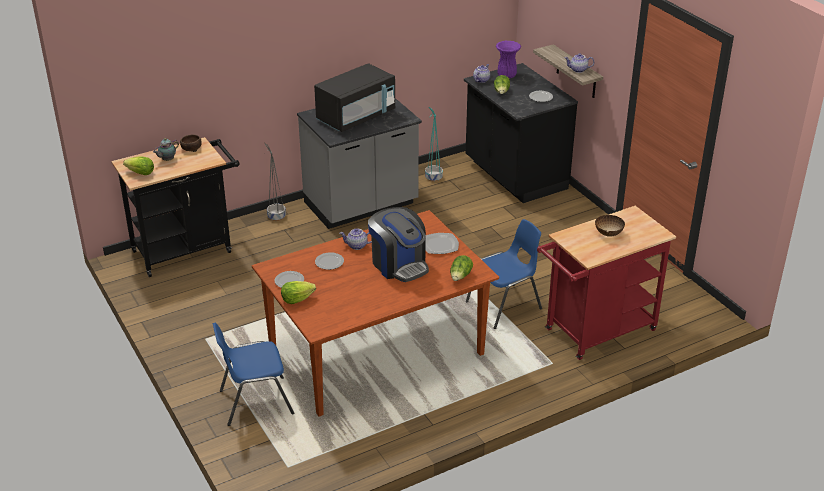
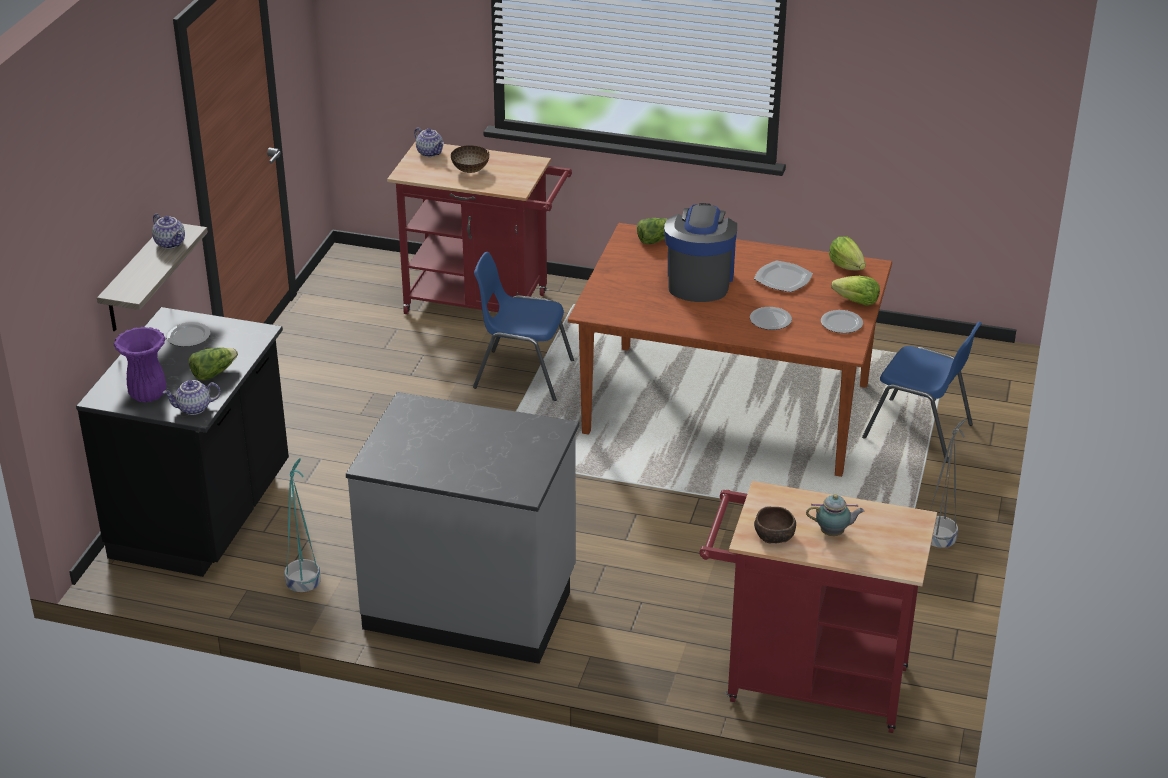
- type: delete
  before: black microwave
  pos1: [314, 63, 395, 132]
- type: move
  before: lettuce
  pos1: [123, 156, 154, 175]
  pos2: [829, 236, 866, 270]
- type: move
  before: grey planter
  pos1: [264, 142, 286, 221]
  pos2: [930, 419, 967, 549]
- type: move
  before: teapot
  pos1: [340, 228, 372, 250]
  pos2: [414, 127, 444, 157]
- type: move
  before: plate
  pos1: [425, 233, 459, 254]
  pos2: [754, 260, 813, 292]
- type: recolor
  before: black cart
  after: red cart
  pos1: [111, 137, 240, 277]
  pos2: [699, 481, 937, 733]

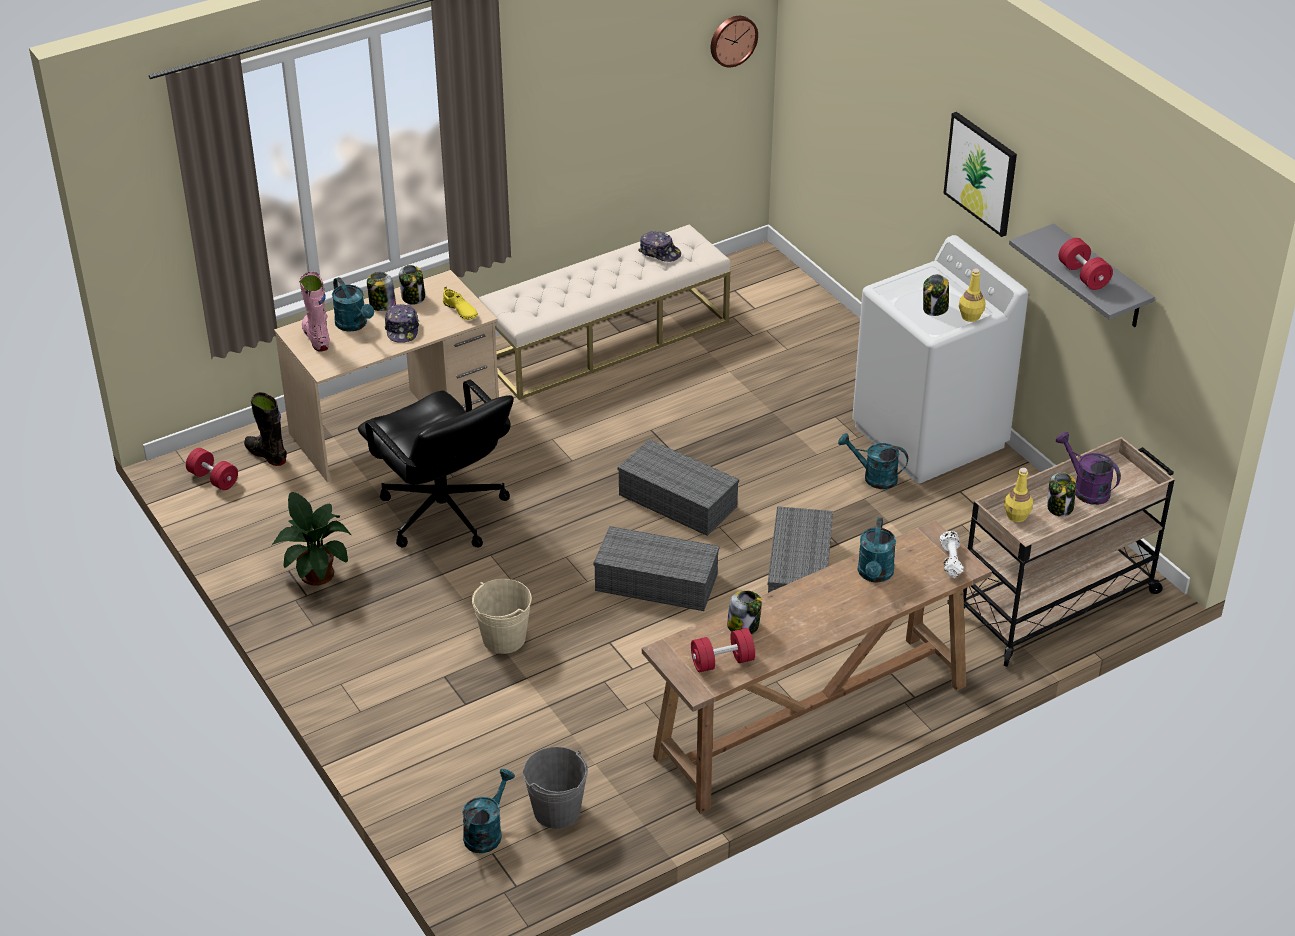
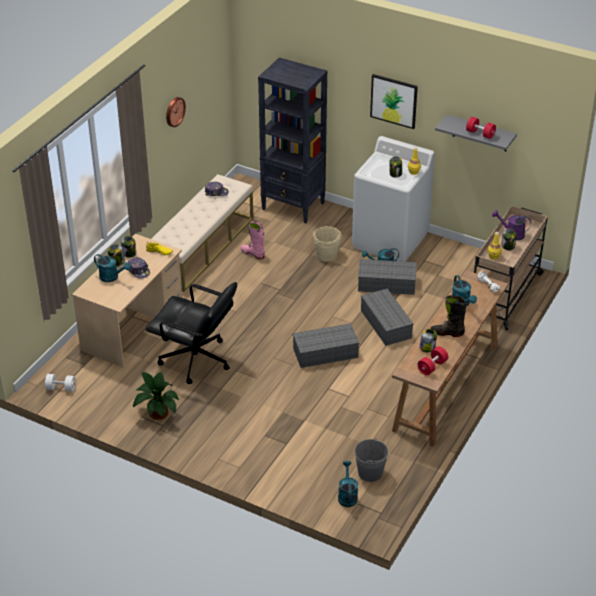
- type: insert
  after: black bookcase
  pos2: [258, 57, 327, 223]
- type: move
  before: black boot
  pos1: [244, 392, 287, 466]
  pos2: [430, 295, 466, 337]
- type: move
  before: pink boot
  pos1: [299, 272, 330, 352]
  pos2: [241, 221, 265, 259]
- type: move
  before: beige bucket
  pos1: [472, 579, 532, 654]
  pos2: [313, 226, 342, 262]
- type: move
  before: grey storage box
  pos1: [618, 439, 739, 536]
  pos2: [358, 259, 417, 295]
- type: move
  before: wall clock
  pos1: [711, 16, 758, 68]
  pos2: [166, 97, 186, 127]
- type: recolor
  before: red dumbbell
  after: white dumbbell
  pos1: [186, 448, 238, 490]
  pos2: [45, 374, 76, 392]

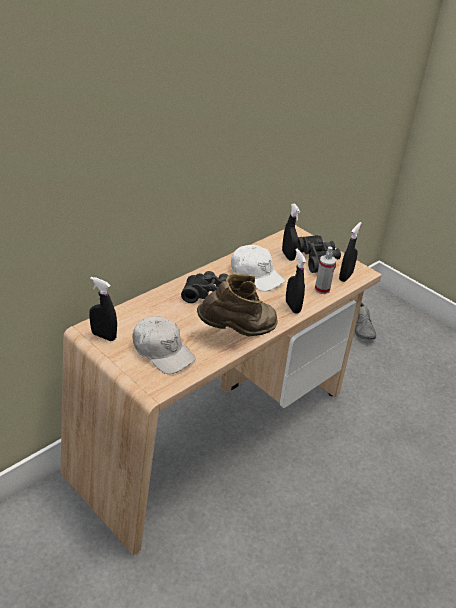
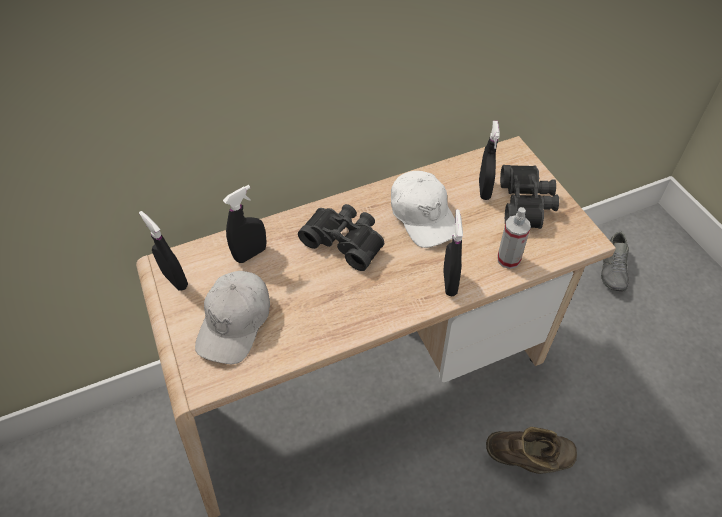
- type: move
  before: brown boot
  pos1: [197, 274, 278, 337]
  pos2: [486, 427, 577, 474]
- type: move
  before: black spray bottle
  pos1: [339, 222, 362, 282]
  pos2: [223, 185, 266, 263]
- type: rotate
  before: white cap
  pos1: [133, 316, 196, 374]
  pos2: [195, 271, 270, 364]
  turn: 45

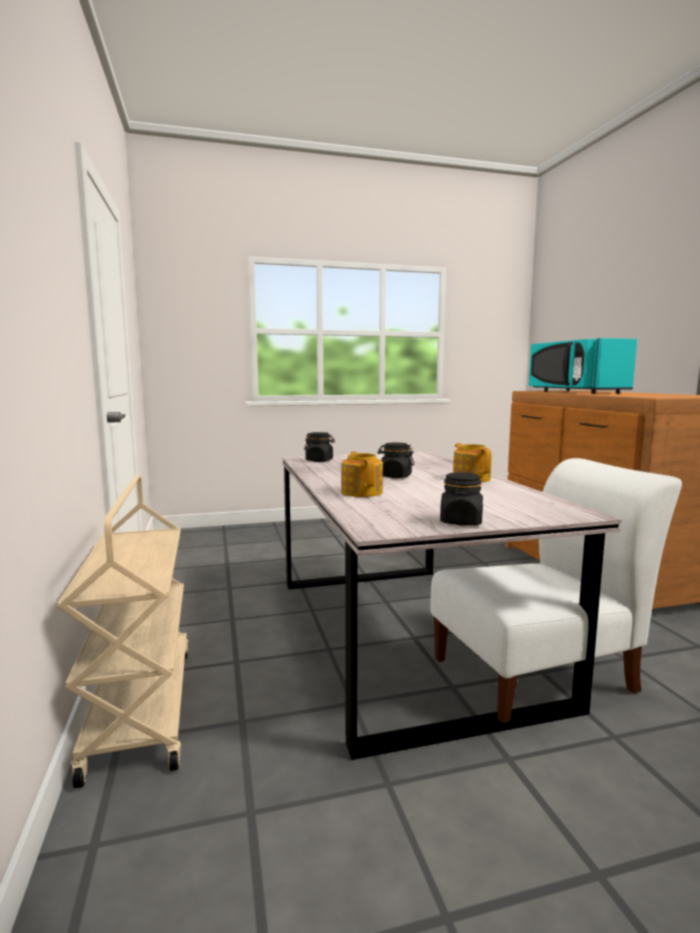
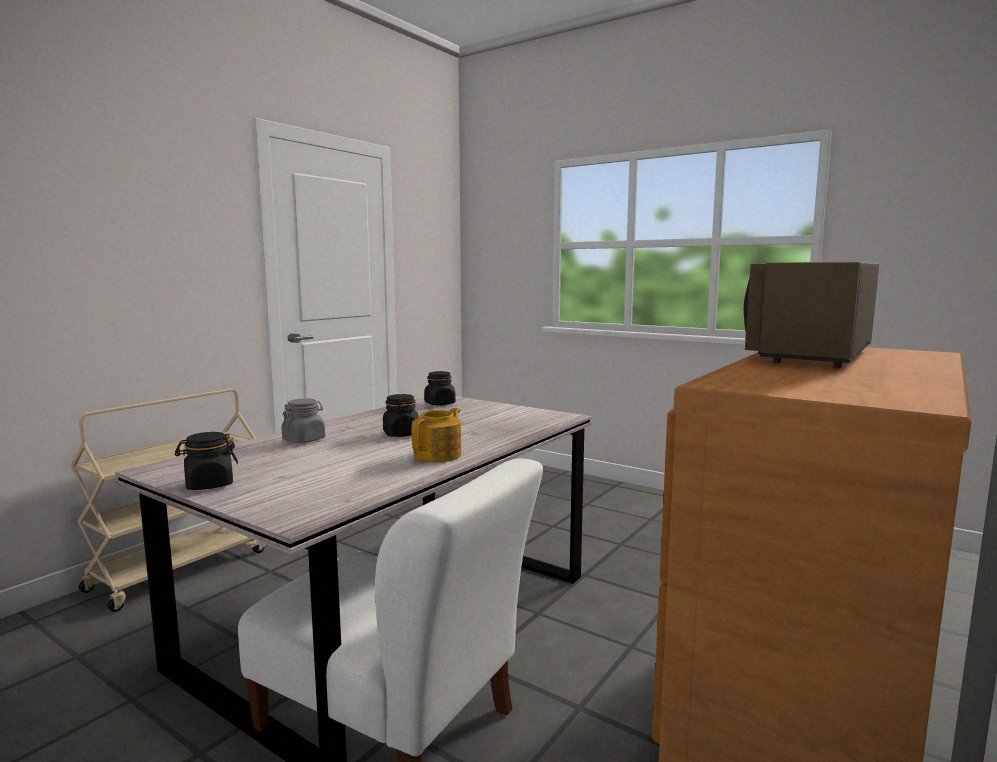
- type: replace
  before: teapot
  after: grey jar
  pos1: [341, 452, 383, 497]
  pos2: [281, 398, 325, 443]
- type: recolor
  before: turquoise microwave
  after: brown microwave
  pos1: [529, 338, 637, 394]
  pos2: [744, 262, 879, 368]

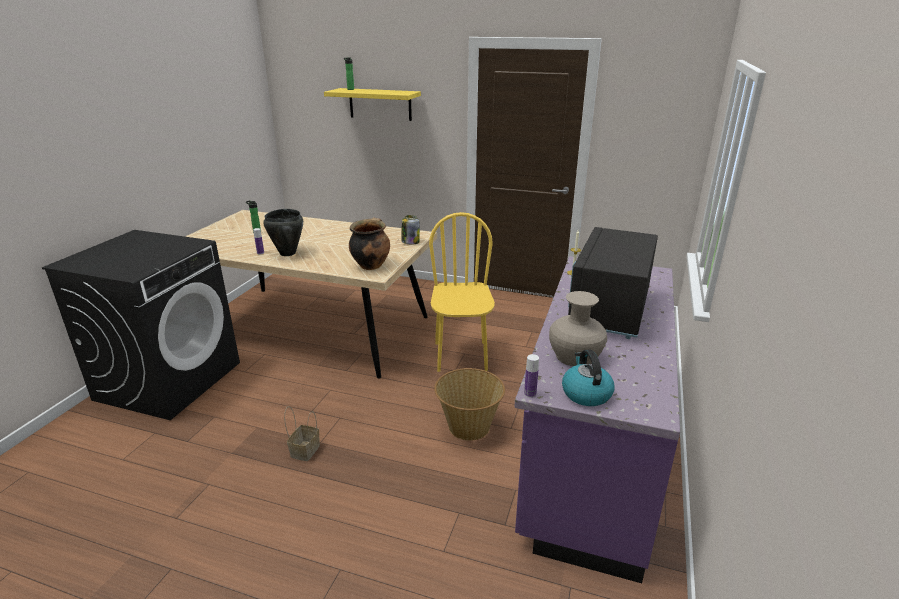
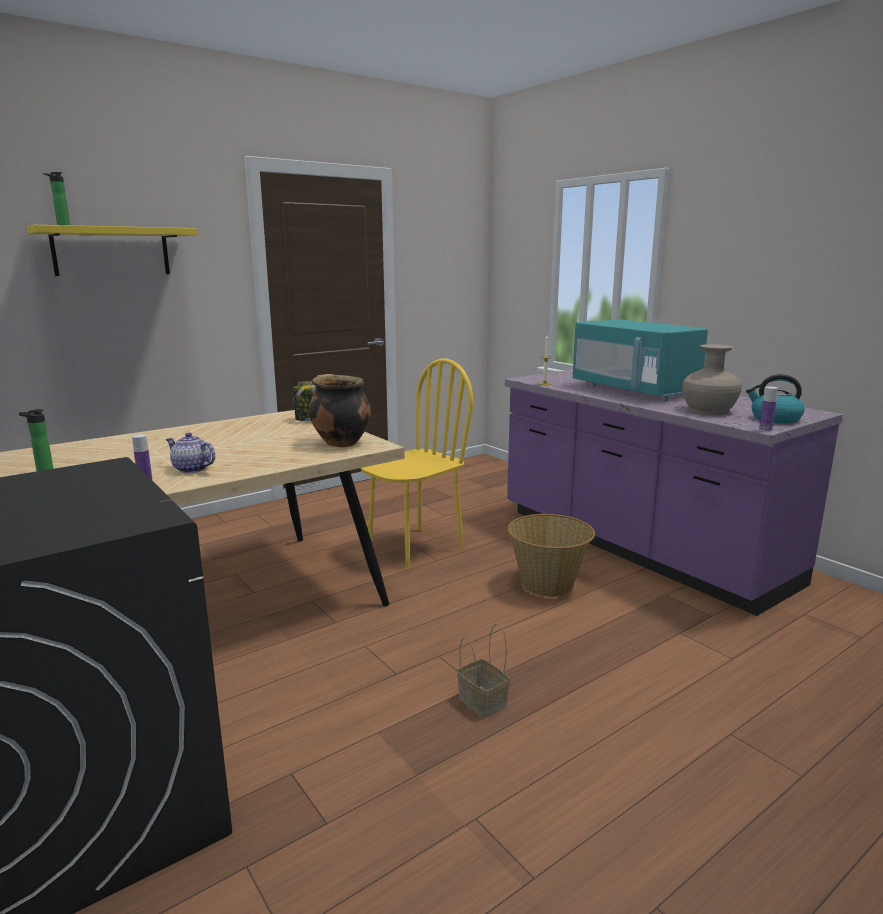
- type: replace
  before: black cooking pot
  after: teapot
  pos1: [263, 209, 303, 256]
  pos2: [166, 433, 215, 473]
- type: recolor
  before: black microwave
  after: turquoise microwave
  pos1: [568, 227, 658, 339]
  pos2: [573, 319, 708, 401]
- type: rotate
  before: yellow chair
  pos1: [429, 212, 495, 372]
  pos2: [361, 358, 473, 569]
  turn: 105

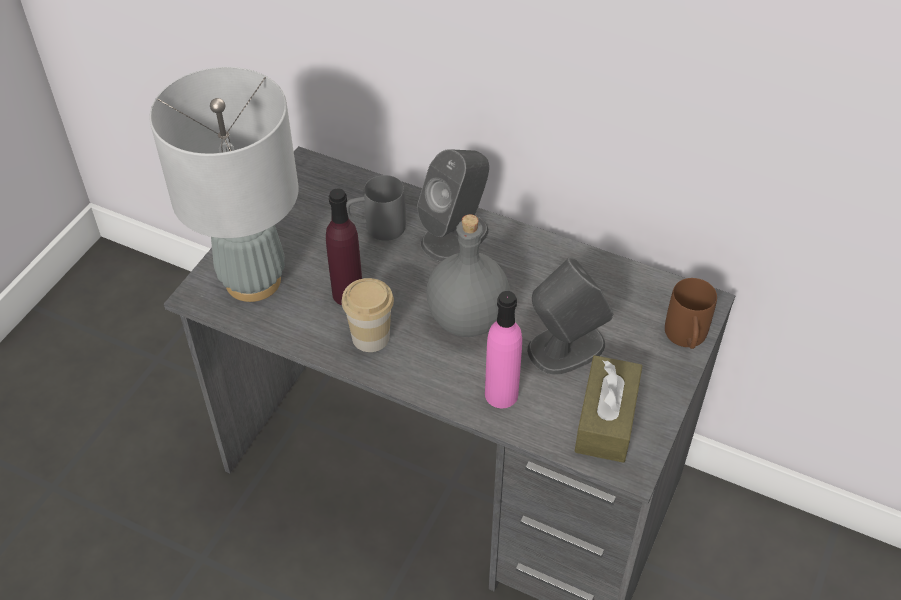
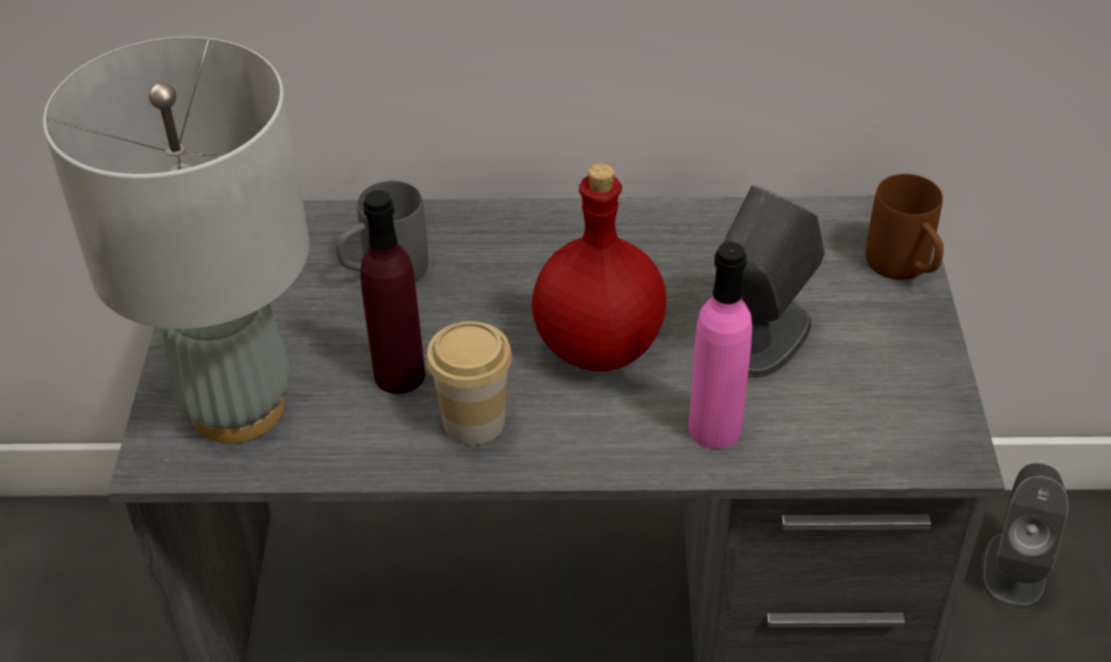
- type: delete
  before: brown tissue box
  pos1: [575, 355, 643, 463]
- type: move
  before: grey speaker
  pos1: [417, 149, 489, 262]
  pos2: [981, 463, 1068, 610]
- type: recolor
  before: grey bottle
  after: red bottle
  pos1: [426, 214, 510, 337]
  pos2: [532, 163, 667, 371]

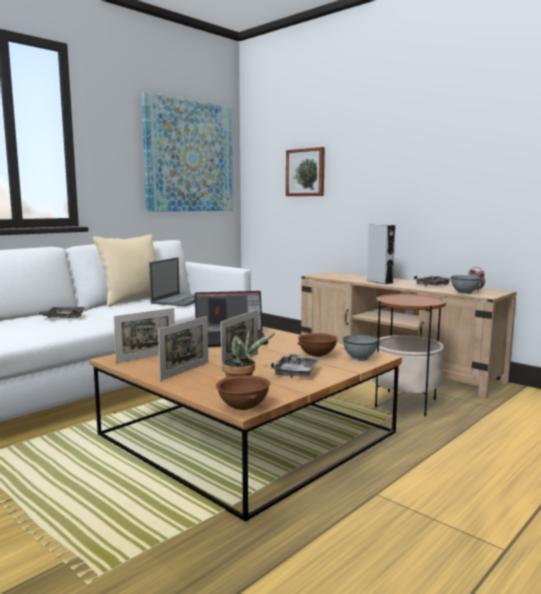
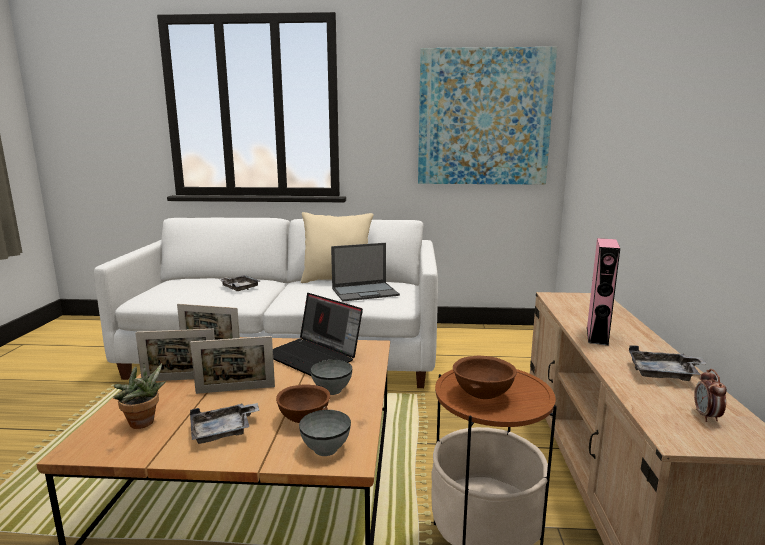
- type: delete
  before: picture
  pos1: [286, 147, 325, 196]
- type: move
  before: brown bowl
  pos1: [216, 375, 270, 410]
  pos2: [453, 356, 517, 399]
- type: move
  before: grey bowl
  pos1: [451, 275, 481, 294]
  pos2: [311, 360, 352, 395]
- type: recolor
  before: grey speaker
  after: pink speaker
  pos1: [367, 224, 395, 284]
  pos2: [587, 238, 620, 346]

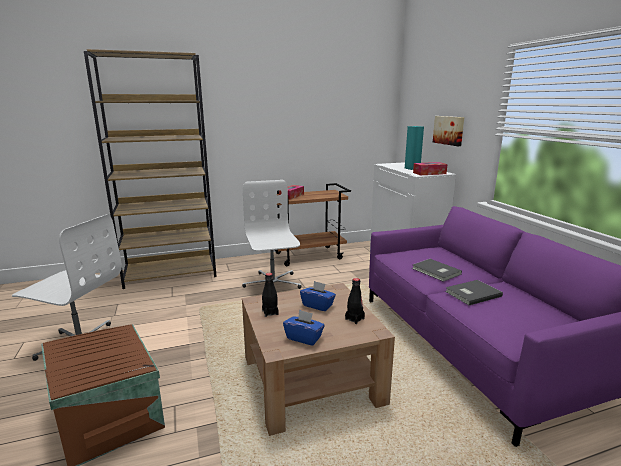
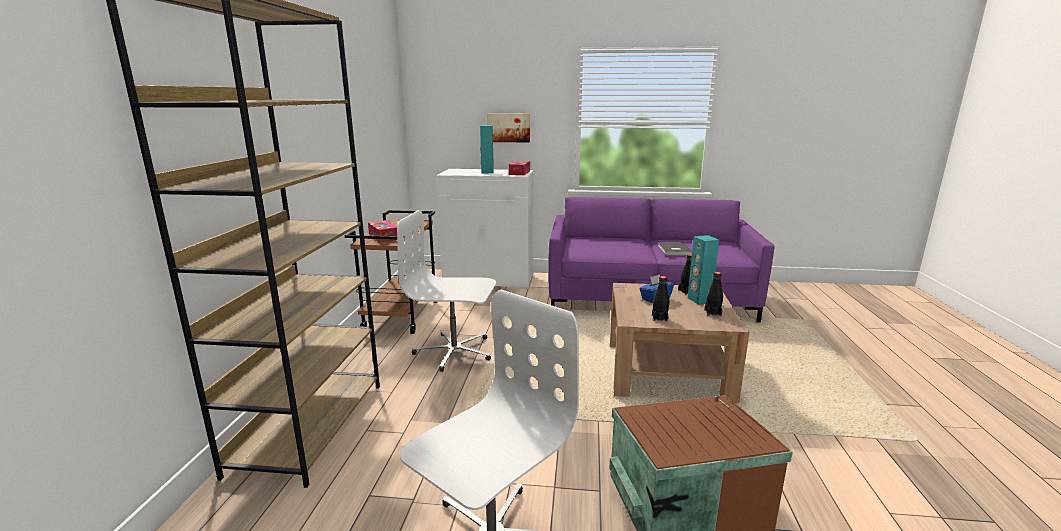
- type: delete
  before: grey book
  pos1: [412, 259, 462, 282]
- type: insert
  after: turquoise speaker
  pos2: [688, 235, 719, 305]
- type: replace
  before: blue tissue box
  after: black bottle
  pos1: [283, 310, 325, 346]
  pos2: [704, 272, 723, 316]

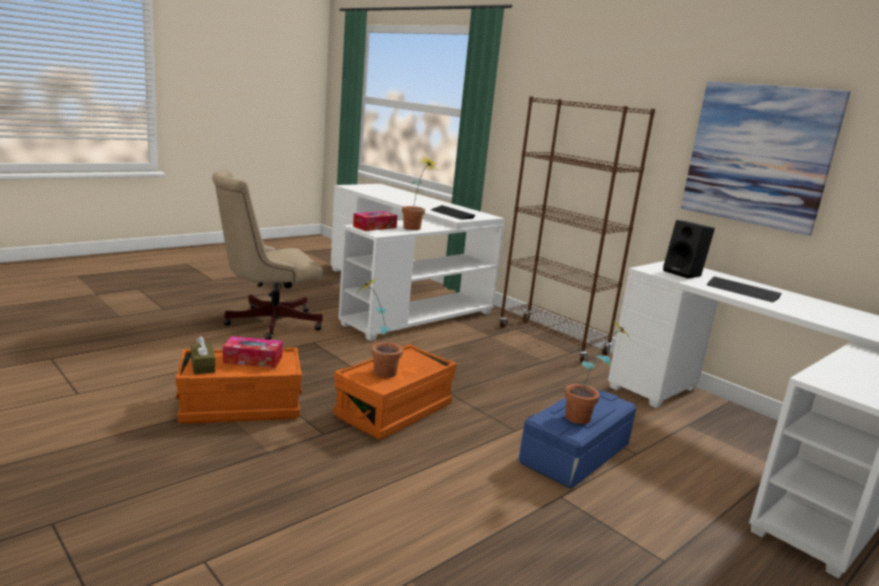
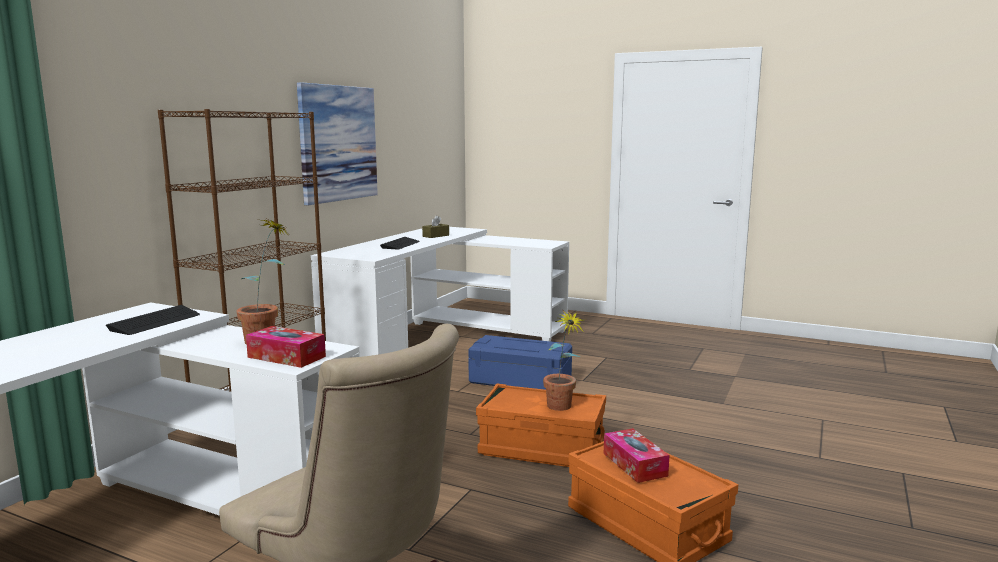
- type: delete
  before: potted plant
  pos1: [565, 321, 632, 424]
- type: delete
  before: black speaker
  pos1: [663, 220, 715, 279]
- type: move
  before: brown tissue box
  pos1: [191, 336, 215, 374]
  pos2: [422, 215, 449, 238]

